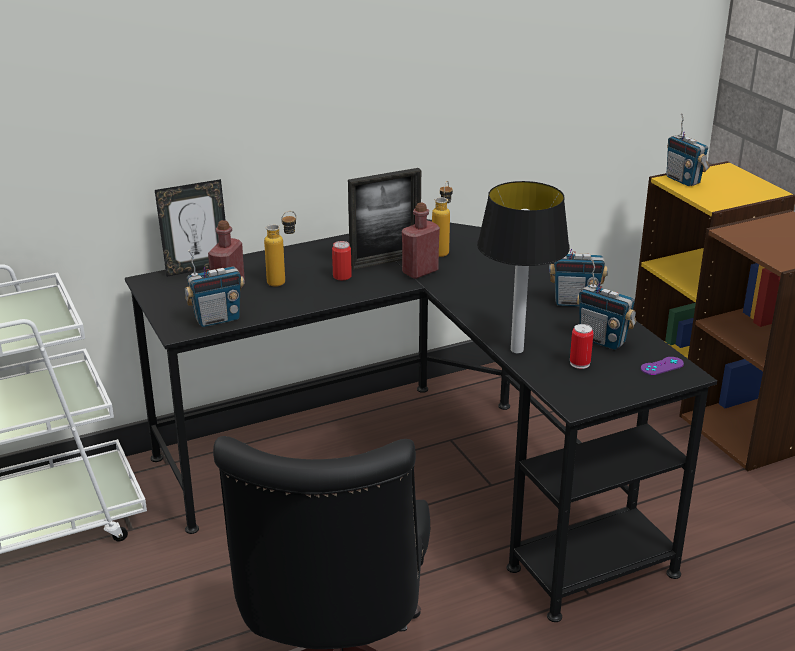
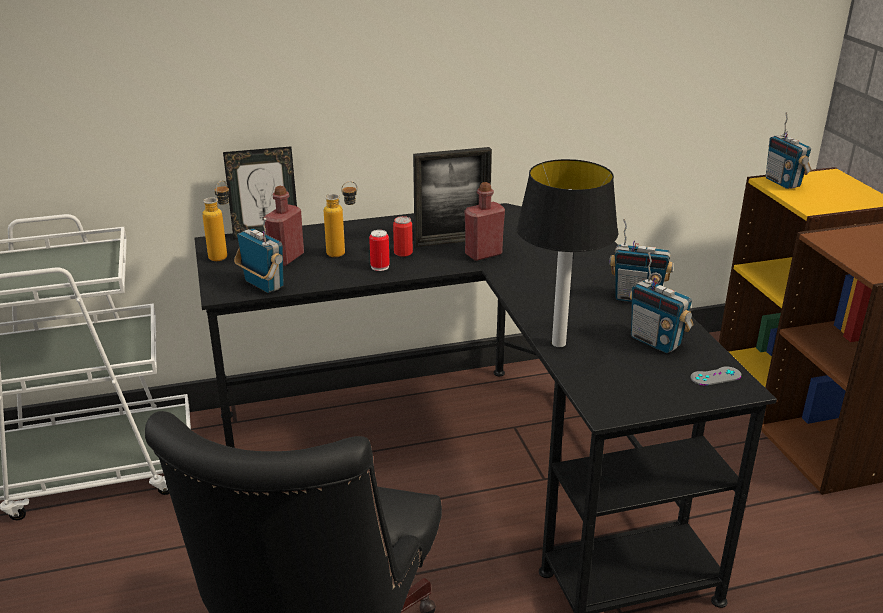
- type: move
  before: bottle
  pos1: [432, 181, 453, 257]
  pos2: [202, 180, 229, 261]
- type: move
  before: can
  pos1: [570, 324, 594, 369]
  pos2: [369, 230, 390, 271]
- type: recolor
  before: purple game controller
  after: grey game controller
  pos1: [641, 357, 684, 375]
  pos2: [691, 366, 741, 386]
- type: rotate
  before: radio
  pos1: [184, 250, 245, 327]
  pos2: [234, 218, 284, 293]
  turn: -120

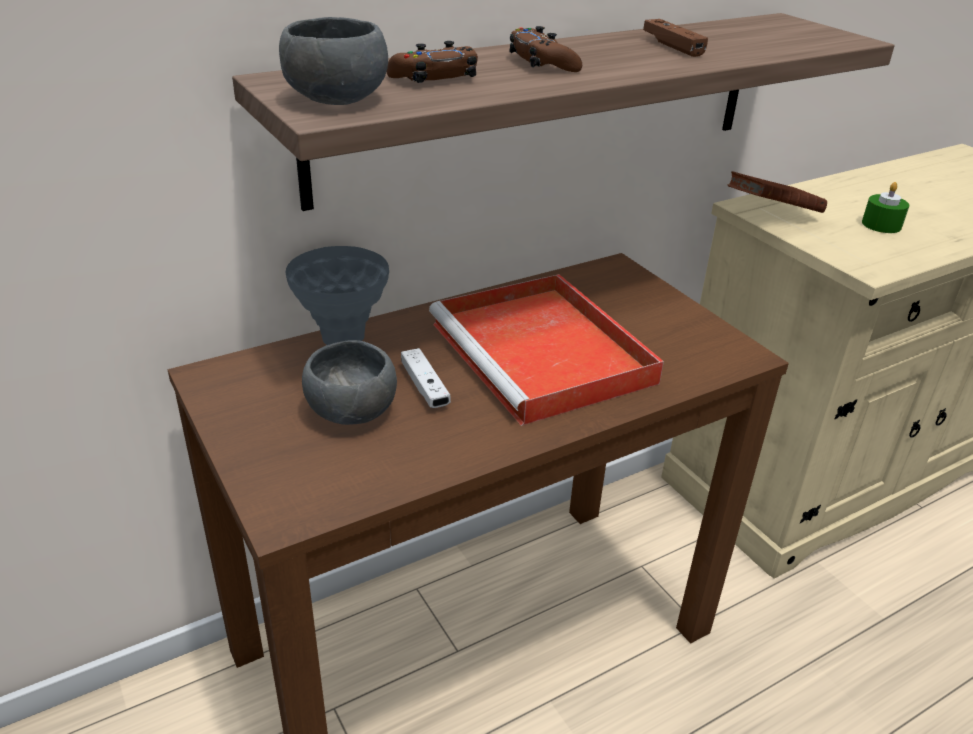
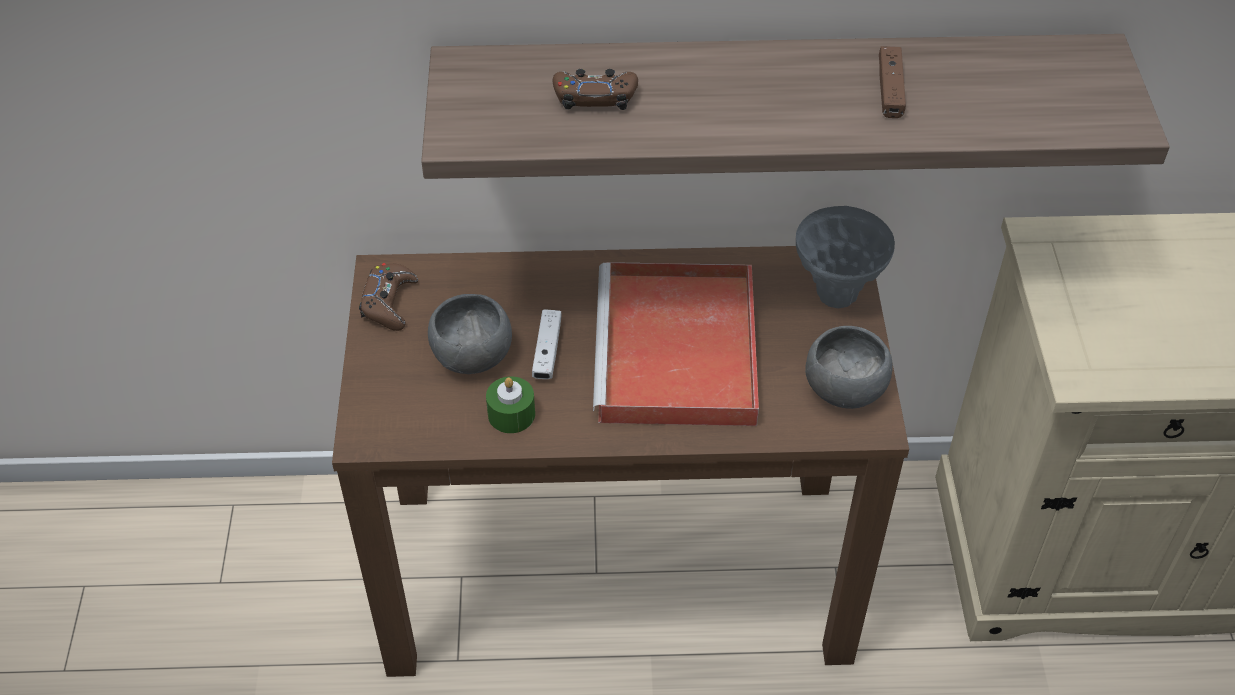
- type: delete
  before: brown book
  pos1: [727, 171, 827, 213]
- type: move
  before: grey bowl
  pos1: [279, 17, 388, 105]
  pos2: [805, 326, 893, 409]
- type: move
  before: grey vase
  pos1: [285, 246, 389, 345]
  pos2: [796, 206, 895, 308]
- type: move
  before: brown game controller
  pos1: [509, 26, 582, 72]
  pos2: [359, 263, 418, 331]
- type: move
  before: green candle
  pos1: [862, 182, 909, 233]
  pos2: [486, 376, 535, 433]

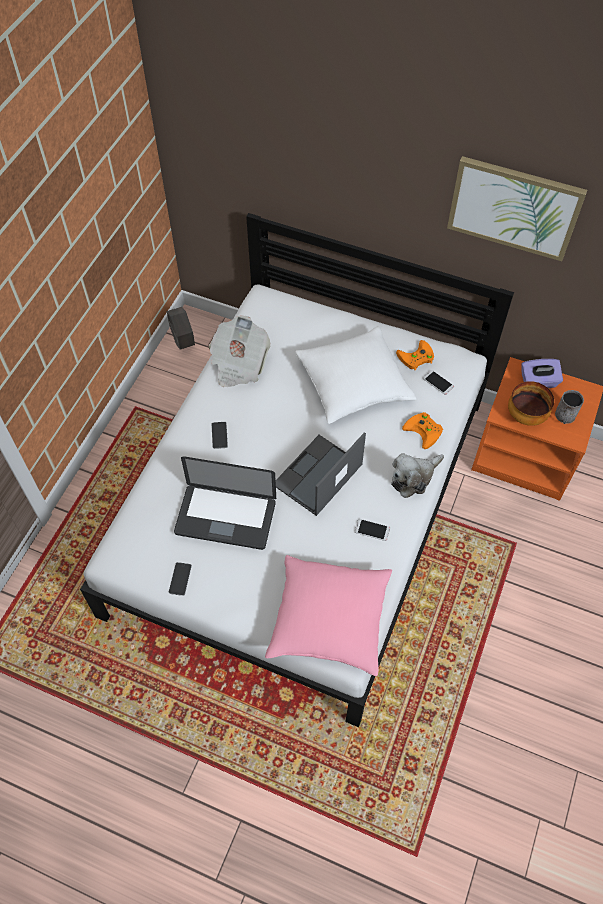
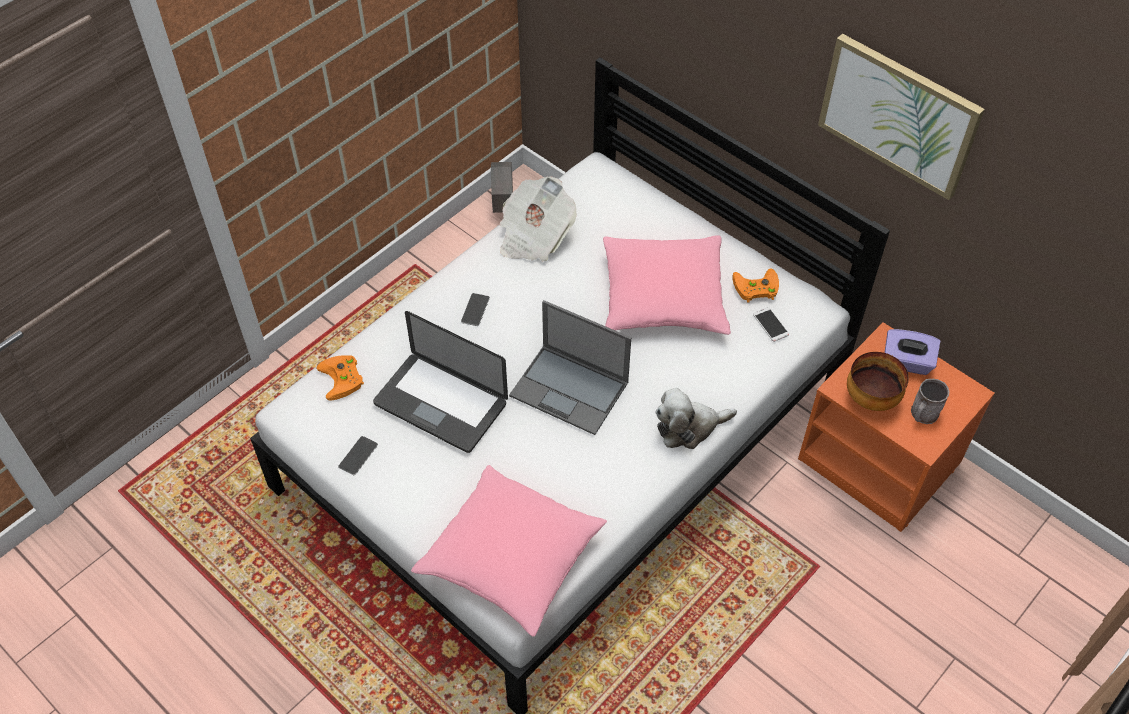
- type: delete
  before: phone
  pos1: [355, 519, 390, 541]
- type: move
  before: orange game controller
  pos1: [402, 412, 443, 449]
  pos2: [317, 355, 364, 401]
- type: recolor
  before: white pillow
  after: pink pillow
  pos1: [295, 326, 417, 424]
  pos2: [603, 235, 731, 335]
- type: rotate
  before: laptop
  pos1: [276, 432, 366, 516]
  pos2: [509, 300, 631, 435]
  turn: -120

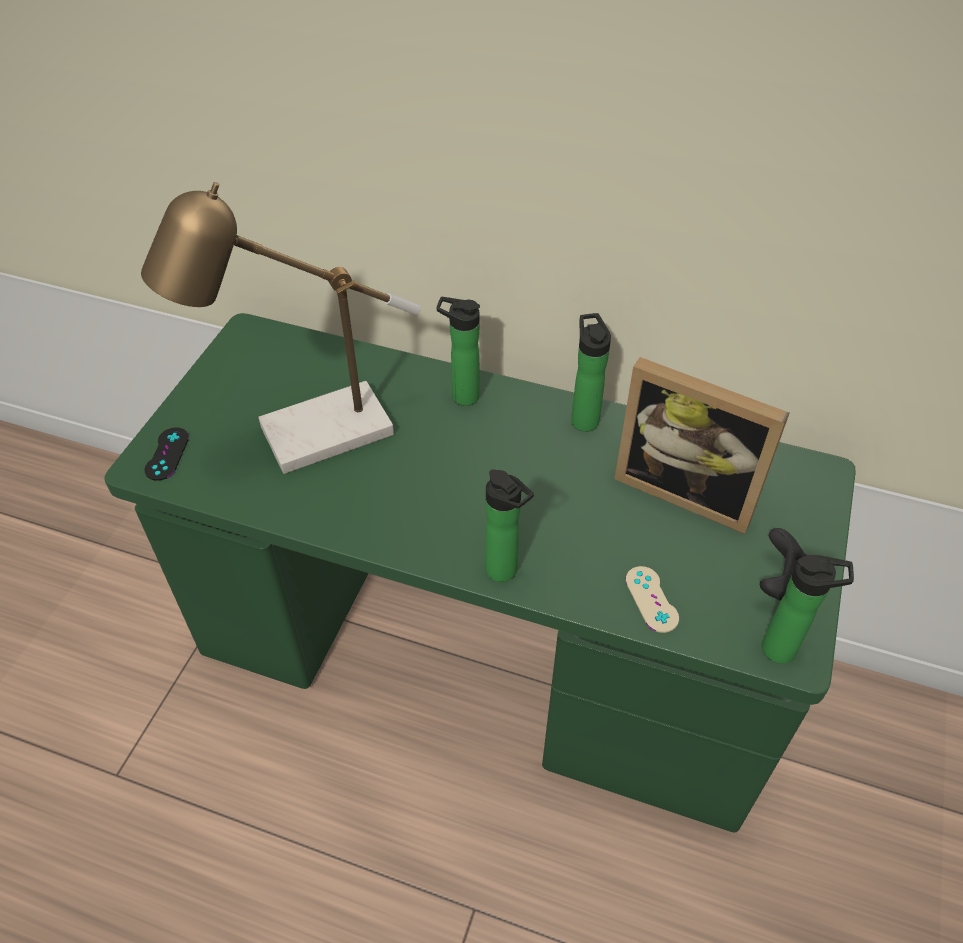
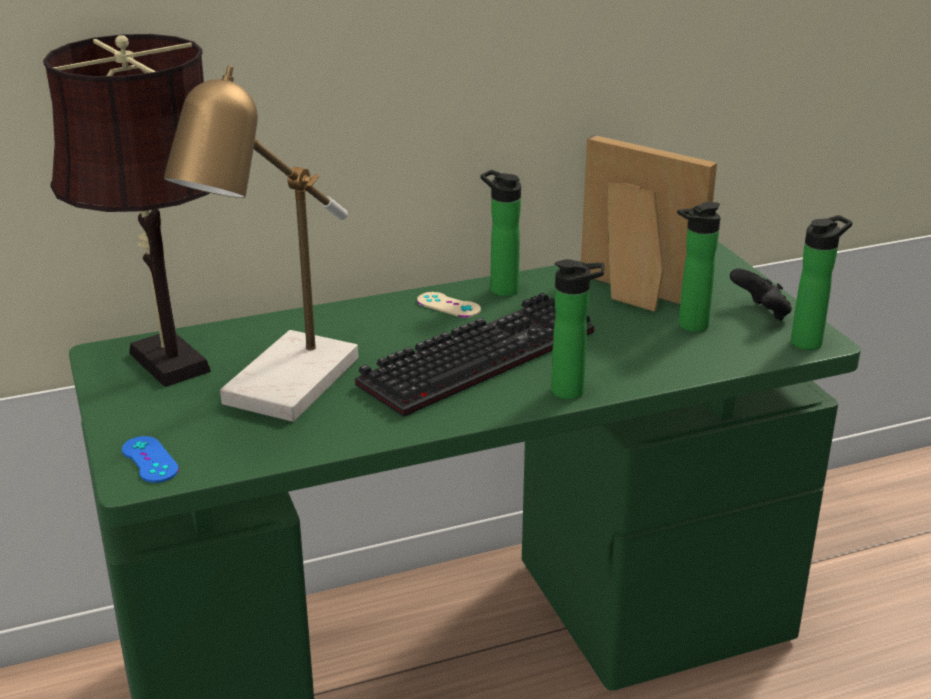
- type: insert
  after: brown table lamp
  pos2: [43, 34, 211, 387]
- type: insert
  after: keyboard
  pos2: [355, 293, 594, 417]
- type: move
  before: bottle
  pos1: [437, 297, 480, 406]
  pos2: [677, 202, 721, 332]
- type: move
  before: beige game controller
  pos1: [626, 566, 679, 633]
  pos2: [417, 292, 481, 317]
- type: recolor
  before: black game controller
  after: blue game controller
  pos1: [144, 428, 189, 481]
  pos2: [122, 436, 179, 483]
- type: rotate
  before: picture frame
  pos1: [615, 357, 789, 534]
  pos2: [581, 135, 717, 311]
  turn: -135

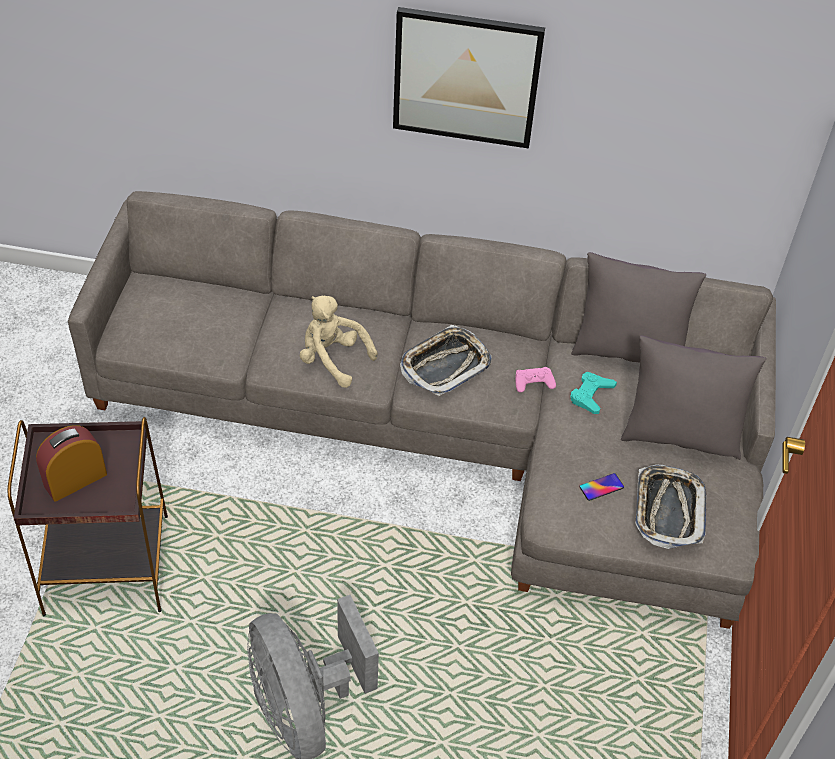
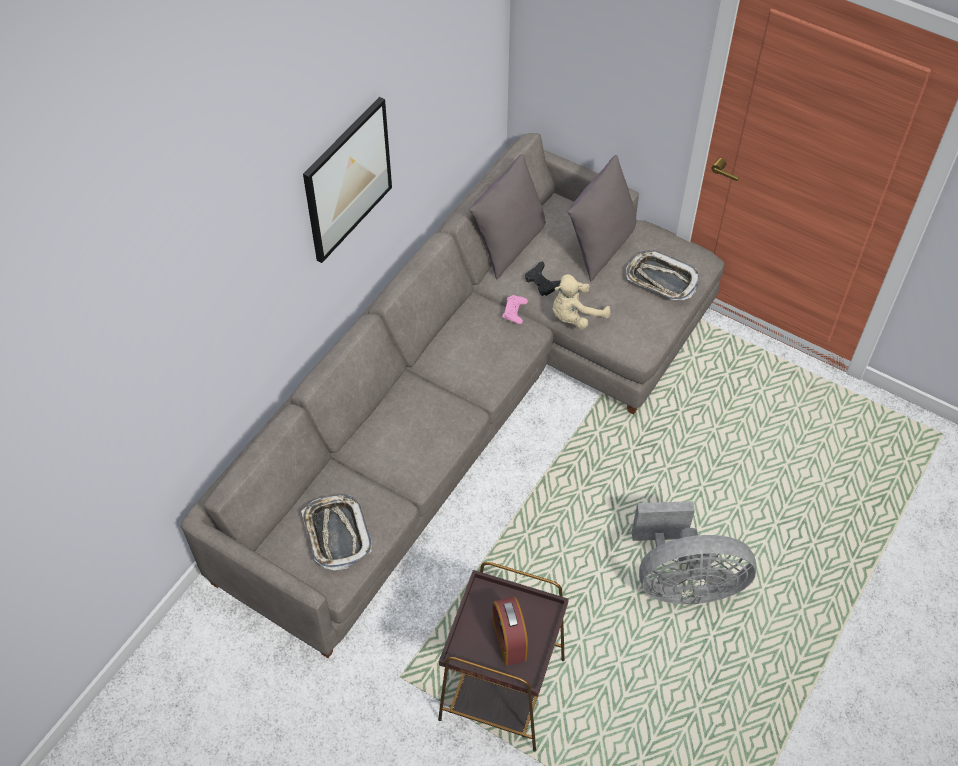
- type: delete
  before: phone
  pos1: [579, 473, 624, 501]
- type: move
  before: beige plush toy
  pos1: [300, 295, 378, 388]
  pos2: [553, 274, 611, 330]
- type: move
  before: tray
  pos1: [400, 325, 492, 396]
  pos2: [301, 495, 372, 571]
- type: recolor
  before: turquoise game controller
  after: black game controller
  pos1: [571, 372, 617, 414]
  pos2: [525, 261, 561, 296]

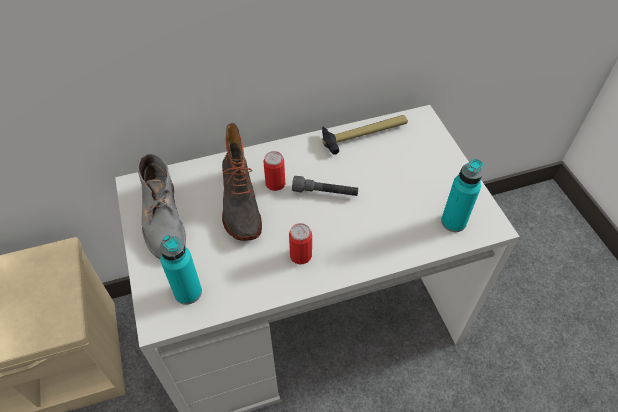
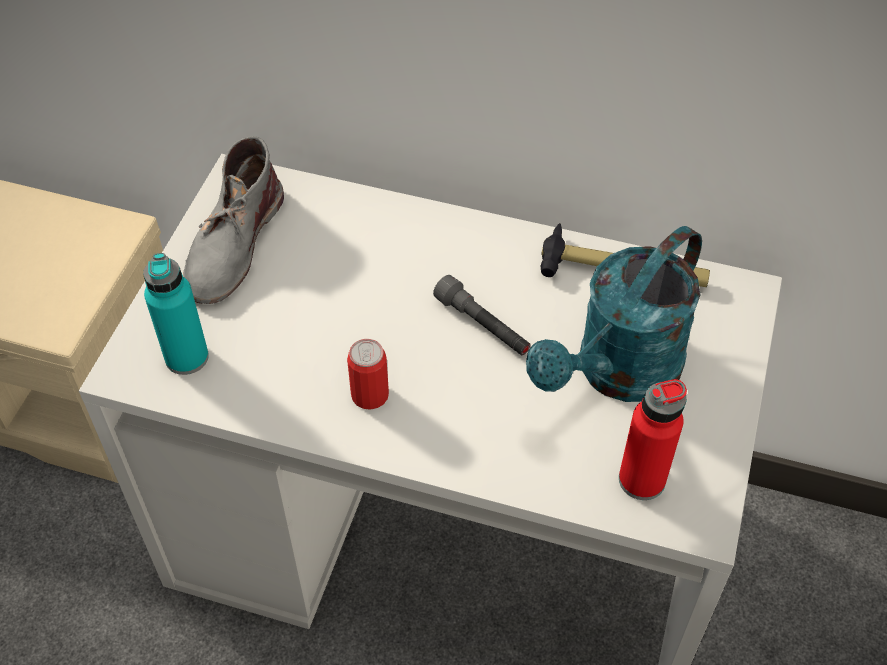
- type: delete
  before: boot
  pos1: [222, 123, 262, 241]
- type: delete
  before: can
  pos1: [263, 151, 285, 191]
- type: insert
  after: turquoise watering can
  pos2: [526, 226, 702, 402]
- type: recolor
  before: turquoise bottle
  after: red bottle
  pos1: [441, 159, 483, 232]
  pos2: [619, 379, 687, 500]

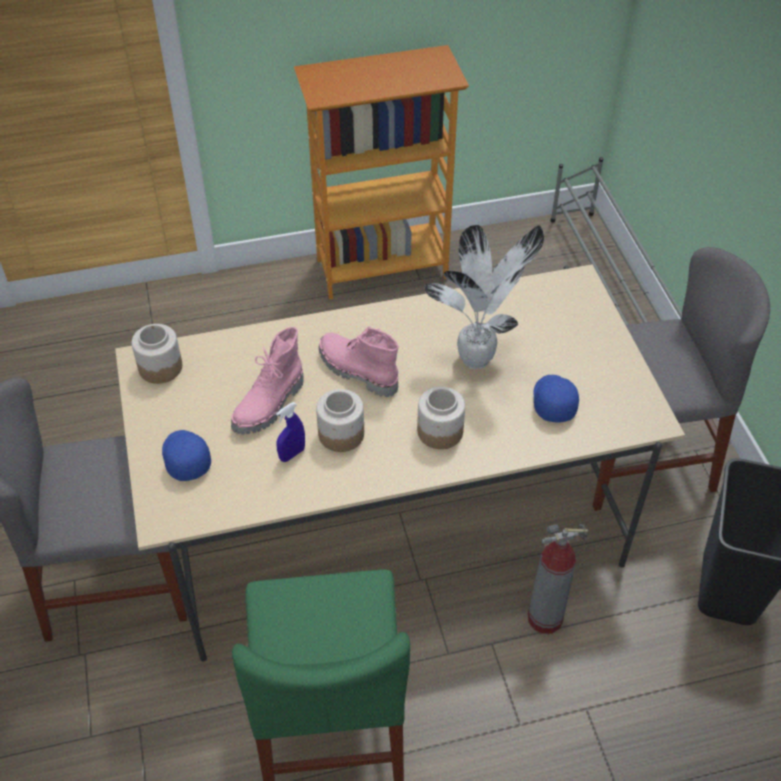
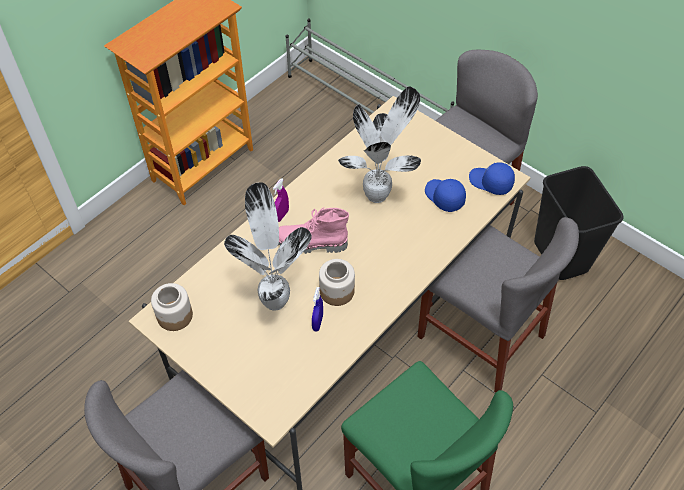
- type: delete
  before: jar
  pos1: [417, 386, 465, 449]
- type: insert
  after: purple spray bottle
  pos2: [273, 178, 289, 222]
- type: move
  before: blue cap
  pos1: [162, 430, 211, 481]
  pos2: [469, 162, 515, 195]
- type: replace
  before: pink boot
  after: potted plant
  pos1: [231, 327, 304, 435]
  pos2: [224, 182, 312, 311]
- type: replace
  before: fire extinguisher
  after: grey chair
  pos1: [528, 524, 588, 634]
  pos2: [417, 217, 579, 393]

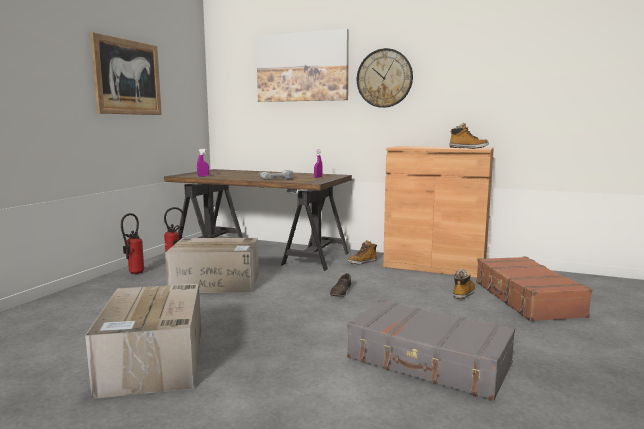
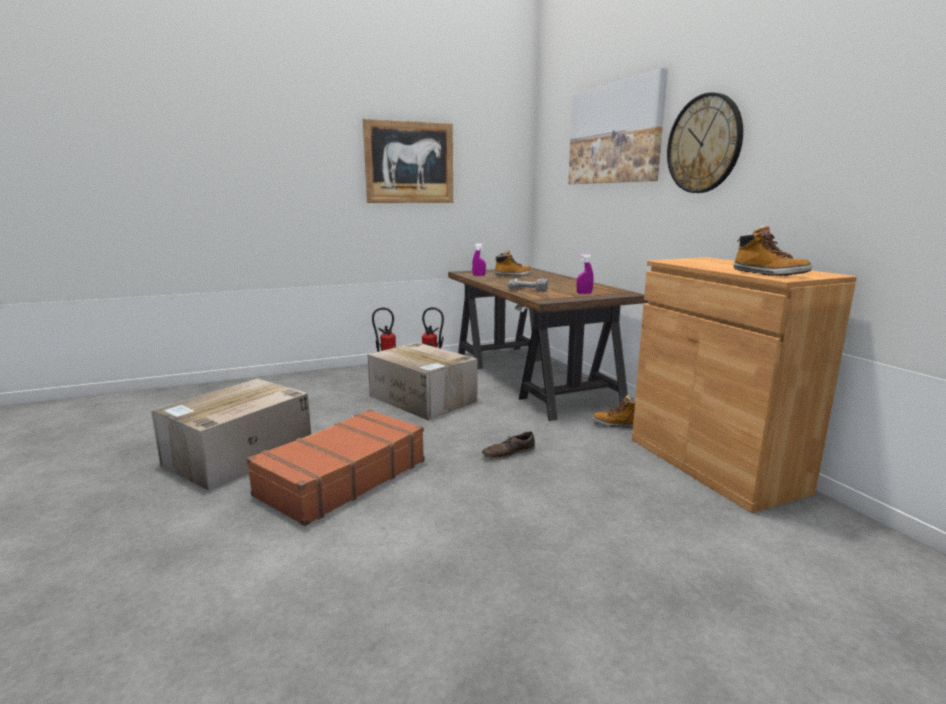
- type: delete
  before: grey suitcase
  pos1: [347, 299, 515, 401]
- type: move
  before: boot
  pos1: [453, 269, 475, 299]
  pos2: [495, 250, 532, 277]
- type: move
  before: brown suitcase
  pos1: [476, 256, 593, 321]
  pos2: [247, 409, 425, 526]

